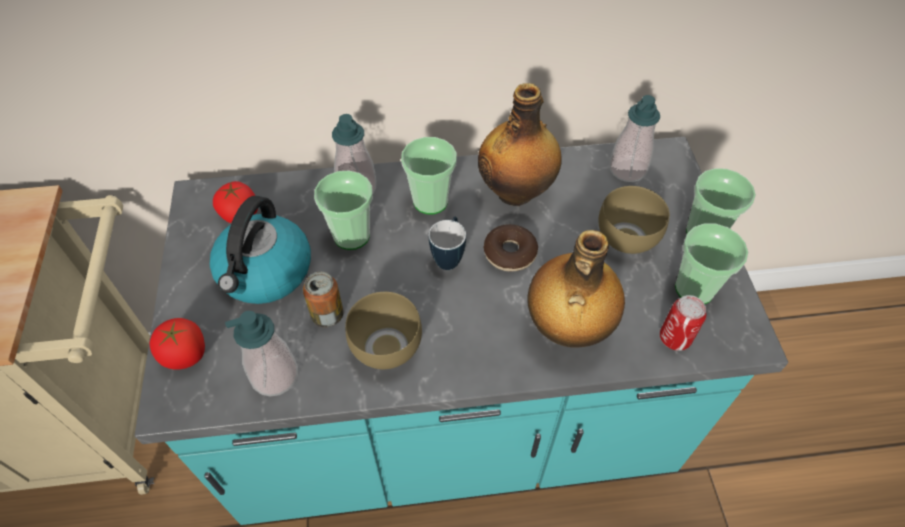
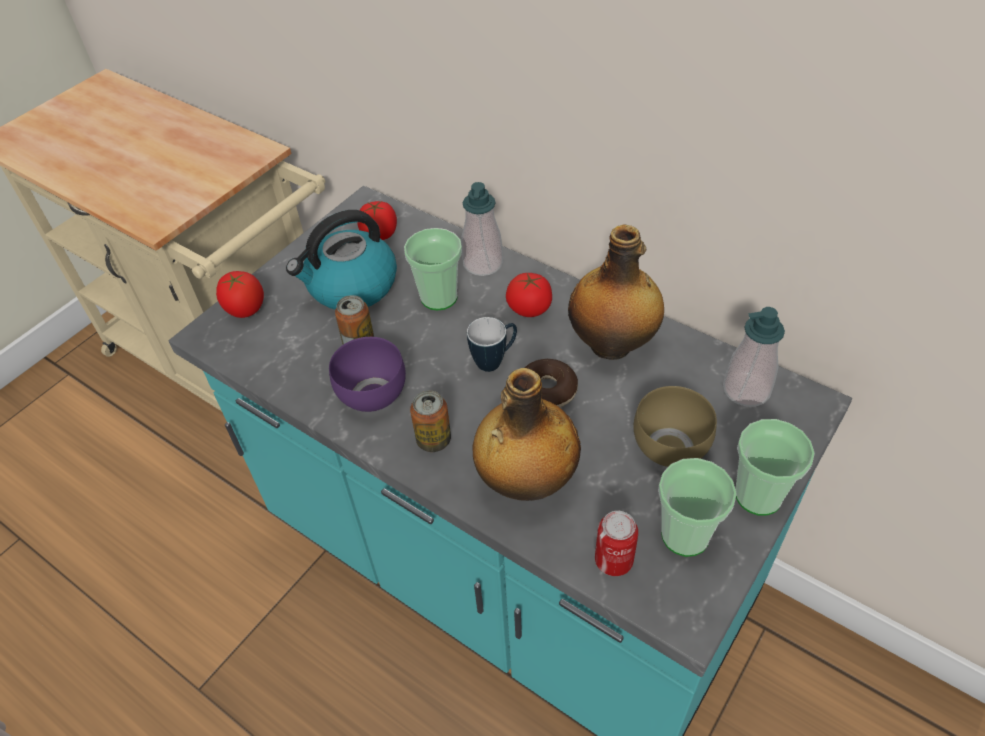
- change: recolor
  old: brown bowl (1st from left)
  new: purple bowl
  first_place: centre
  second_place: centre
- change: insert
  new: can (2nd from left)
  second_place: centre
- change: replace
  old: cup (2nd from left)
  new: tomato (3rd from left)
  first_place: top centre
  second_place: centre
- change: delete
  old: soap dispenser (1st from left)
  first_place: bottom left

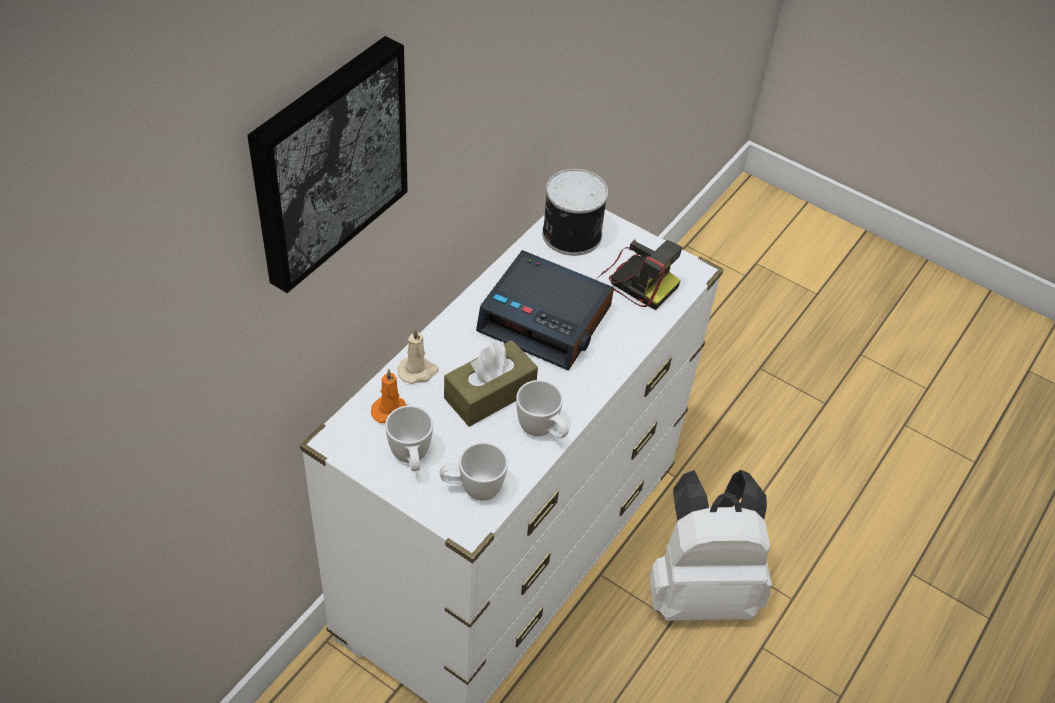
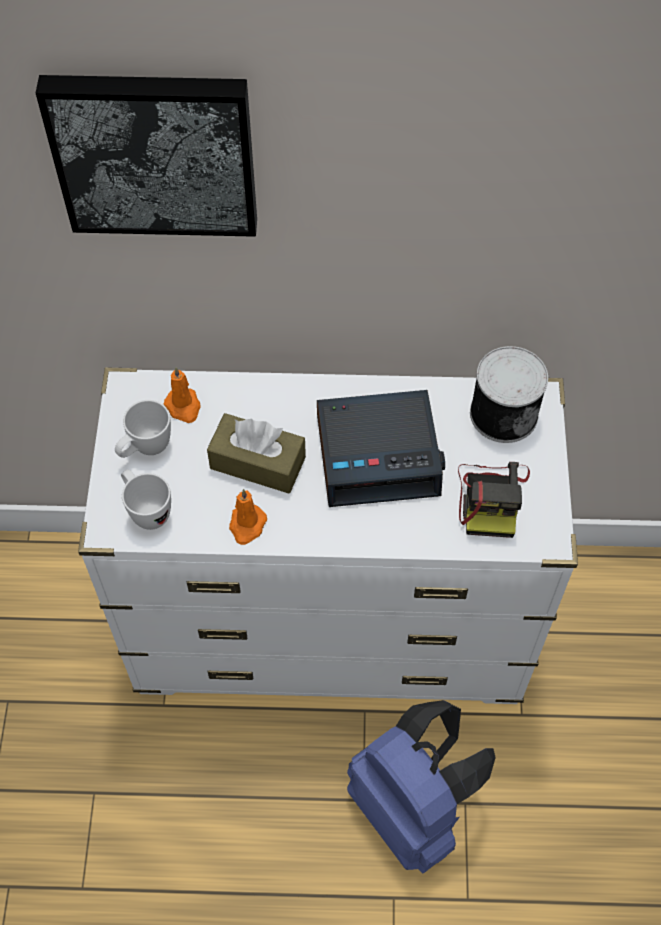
- change: replace
  old: white mug (3rd from left)
  new: orange candle (2nd from left)
  first_place: centre
  second_place: centre
- change: rotate
  old: alarm clock
  first_place: centre
  second_place: centre
  degrees: -90
- change: recolor
  old: white backpack
  new: blue backpack
  first_place: bottom right
  second_place: bottom centre
- change: delete
  old: beige candle
  first_place: centre

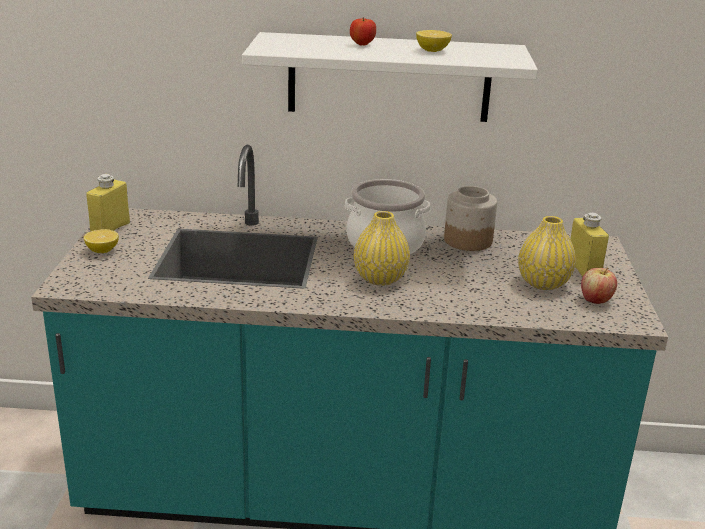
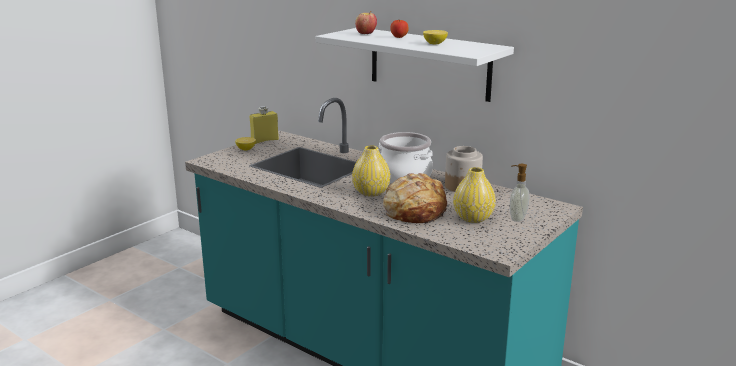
- change: move
  old: apple (2nd from left in the first image)
  new: apple (1st from left)
  first_place: middle right
  second_place: top centre
- change: insert
  new: bread
  second_place: centre
- change: replace
  old: yellow bottle (2nd from left)
  new: soap dispenser
  first_place: middle right
  second_place: middle right

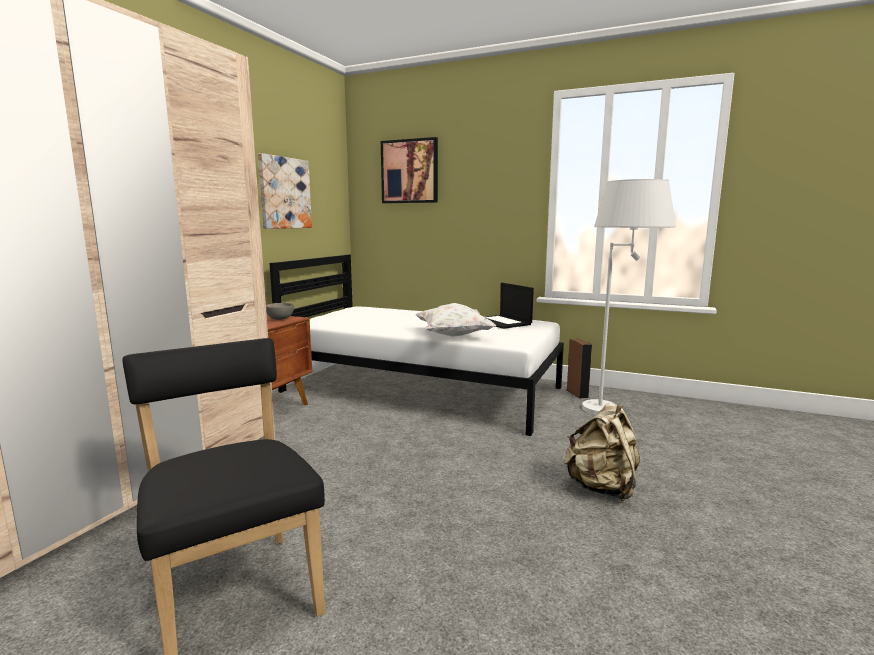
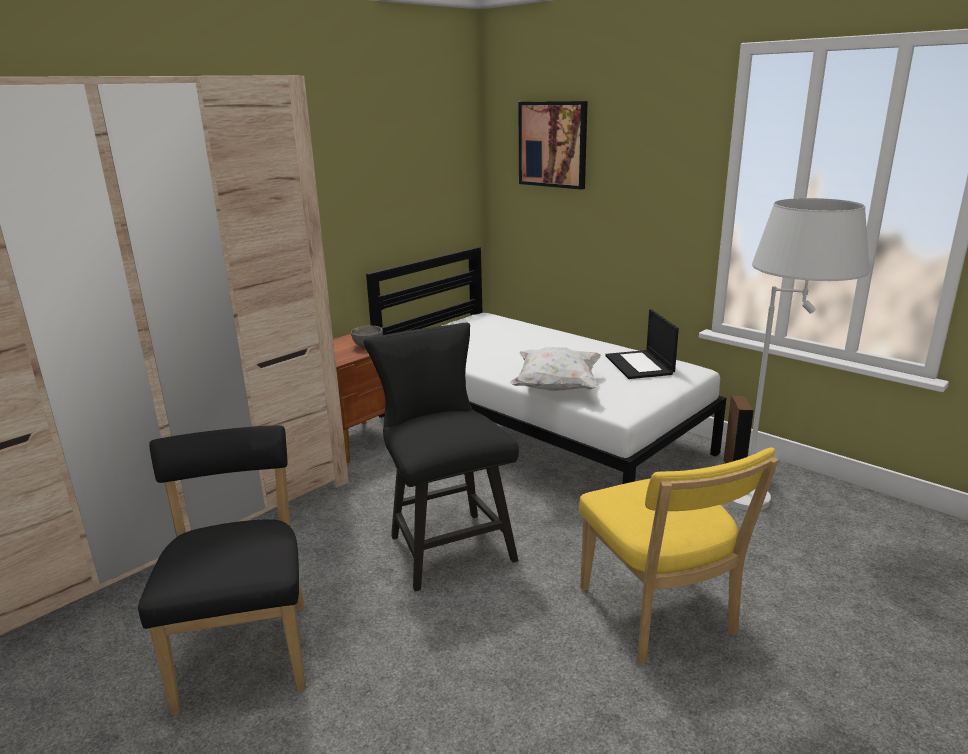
- change: insert
  new: black chair (2nd from left)
  second_place: centre
- change: replace
  old: beige backpack
  new: yellow chair
  first_place: bottom right
  second_place: bottom right
- change: delete
  old: picture (1st from left)
  first_place: top left

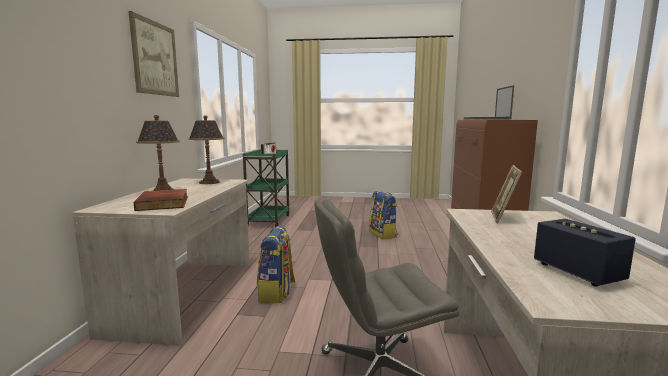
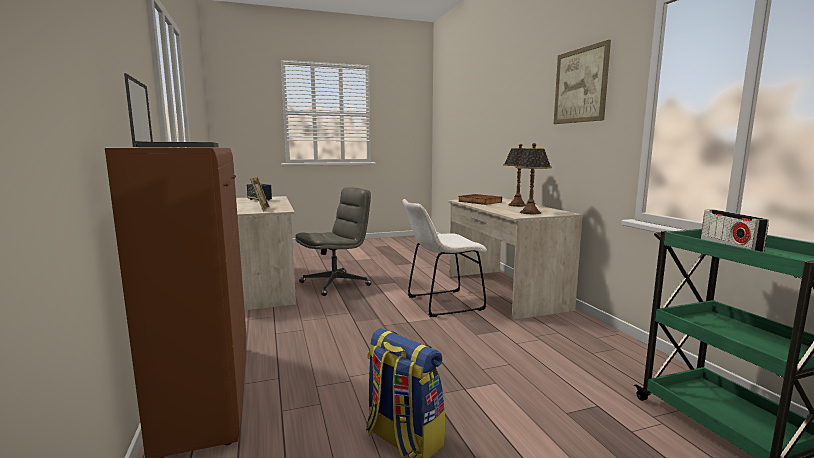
- change: replace
  old: backpack (1st from left)
  new: white chair
  first_place: bottom centre
  second_place: centre

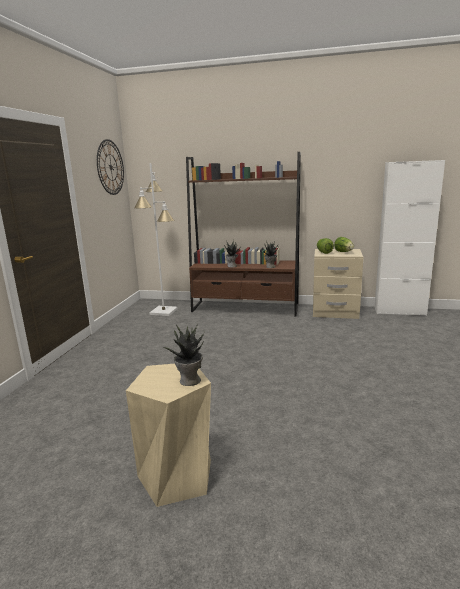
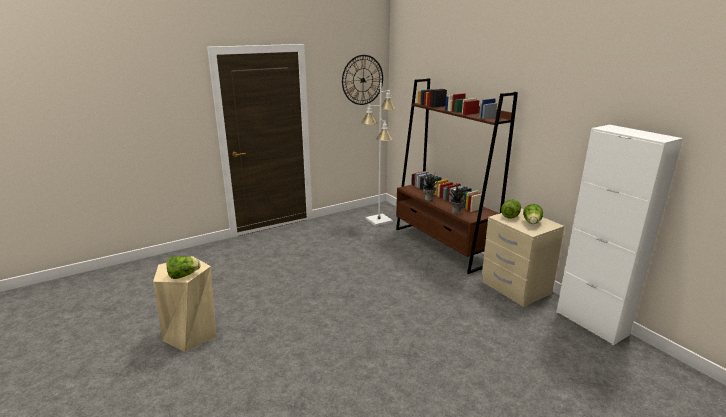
- change: replace
  old: potted plant (1st from left)
  new: lettuce (1st from left)
  first_place: centre
  second_place: middle left

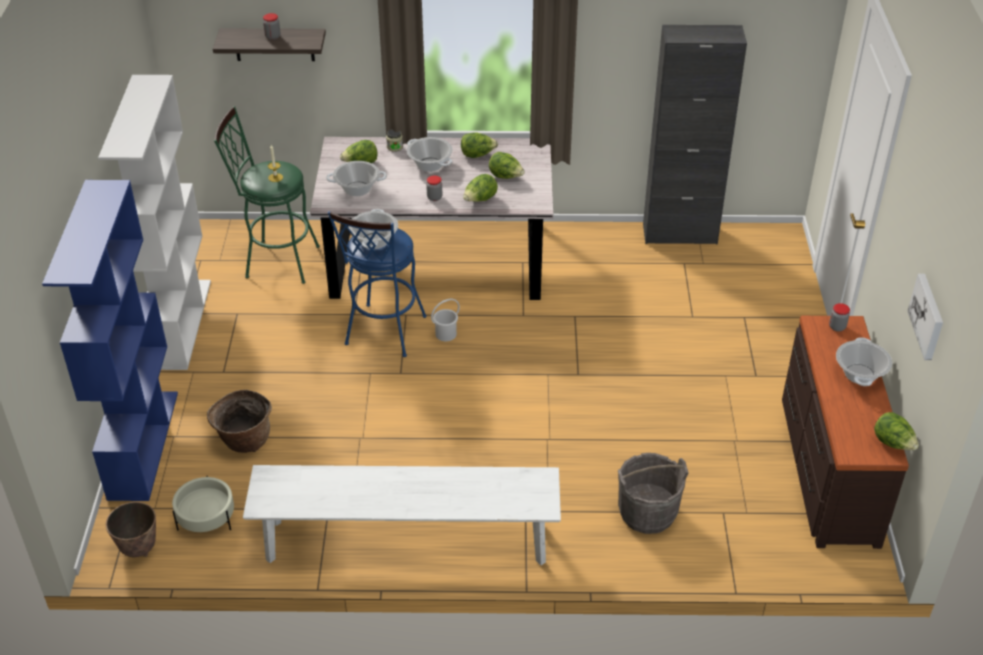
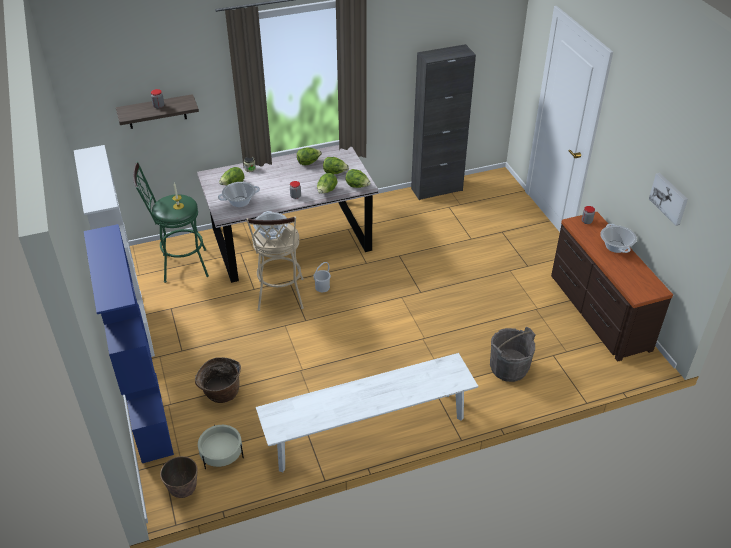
- change: recolor
  old: blue stool
  new: beige stool
  first_place: centre
  second_place: centre
- change: move
  old: lettuce (5th from left)
  first_place: middle right
  second_place: top centre
- change: delete
  old: cooking pot (3rd from left)
  first_place: top centre

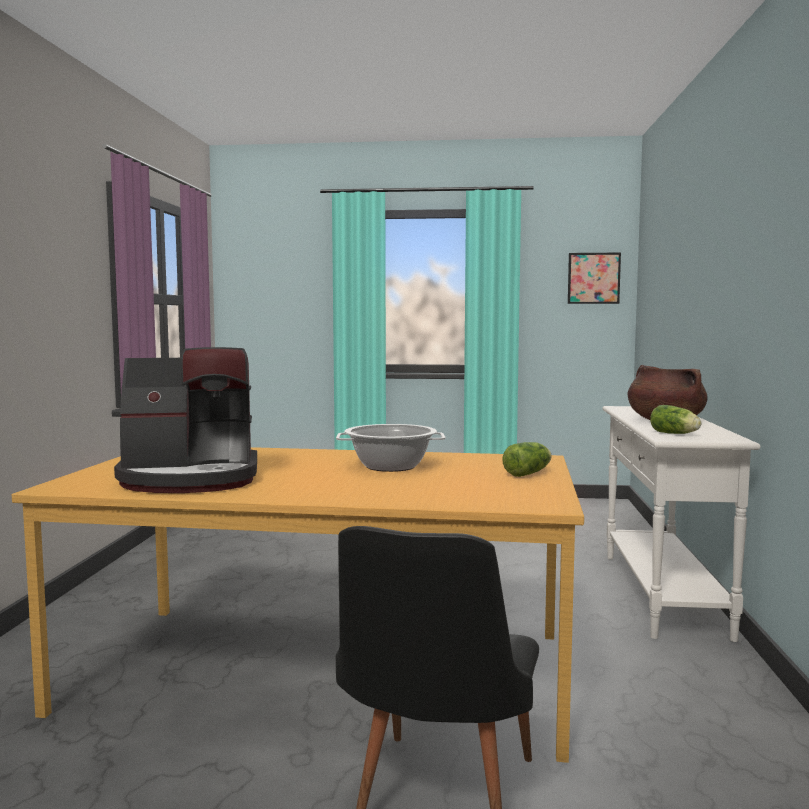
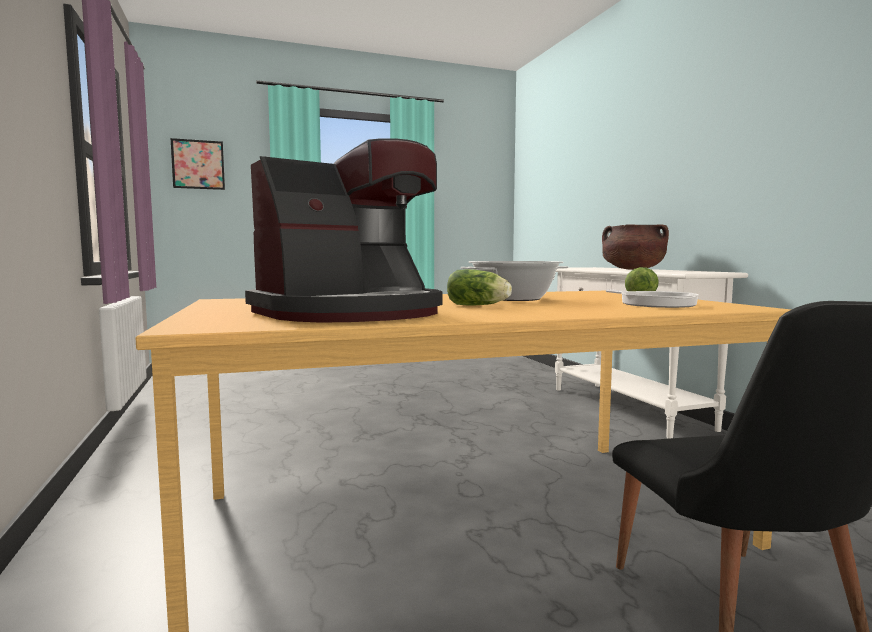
- change: move
  old: picture
  first_place: middle right
  second_place: top left
- change: move
  old: lettuce (2nd from left in the first image)
  new: lettuce (1st from left)
  first_place: middle right
  second_place: centre
- change: insert
  new: frying pan
  second_place: middle right

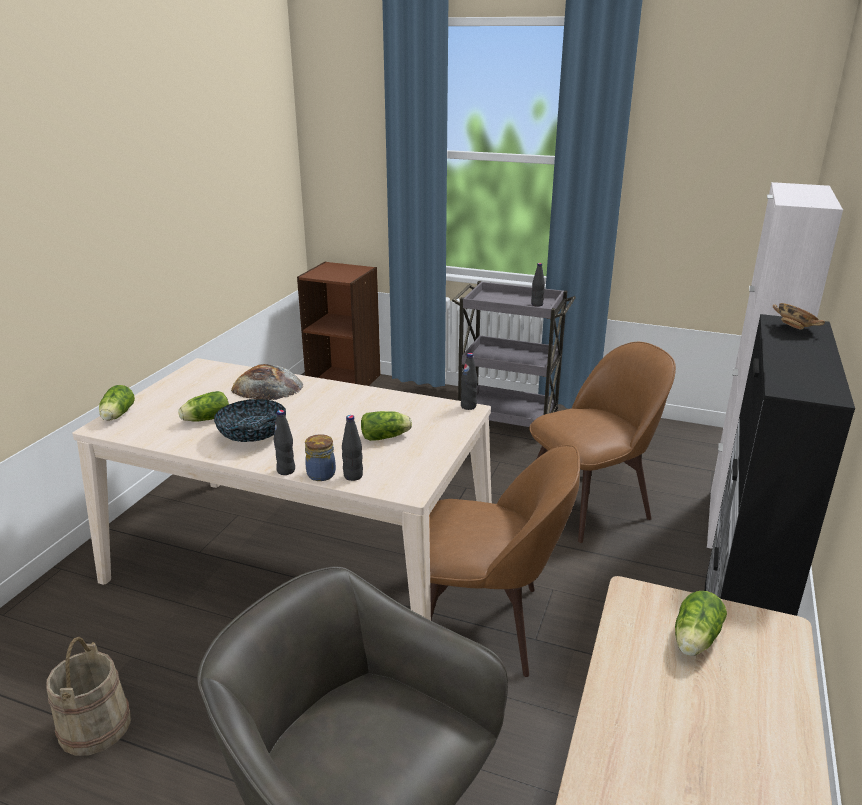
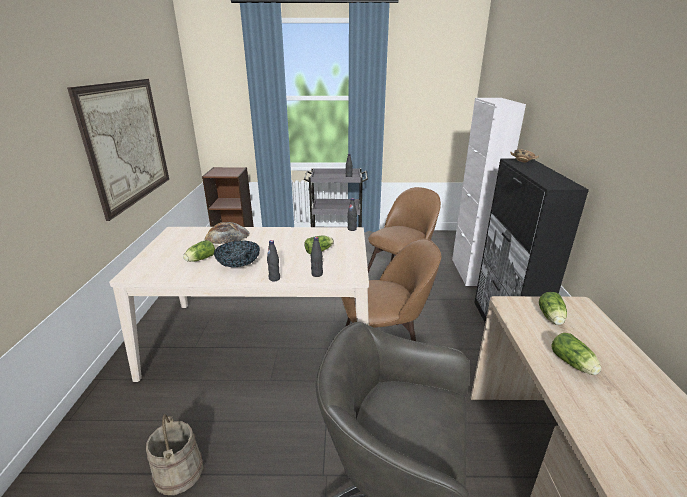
- change: insert
  new: picture
  second_place: top left
- change: move
  old: lettuce (1st from left in the first image)
  new: lettuce (4th from left)
  first_place: middle left
  second_place: bottom right
- change: delete
  old: jar
  first_place: centre

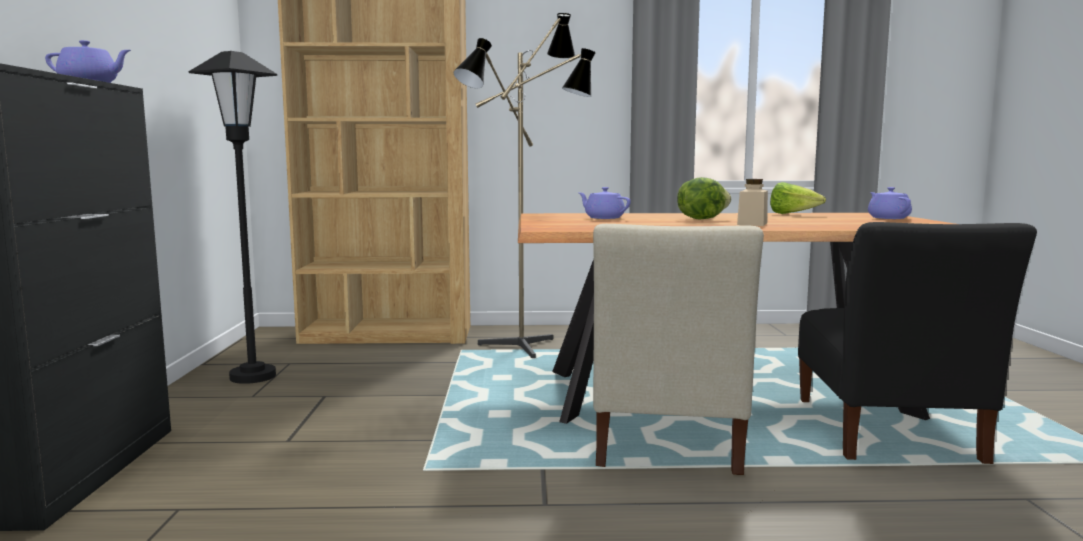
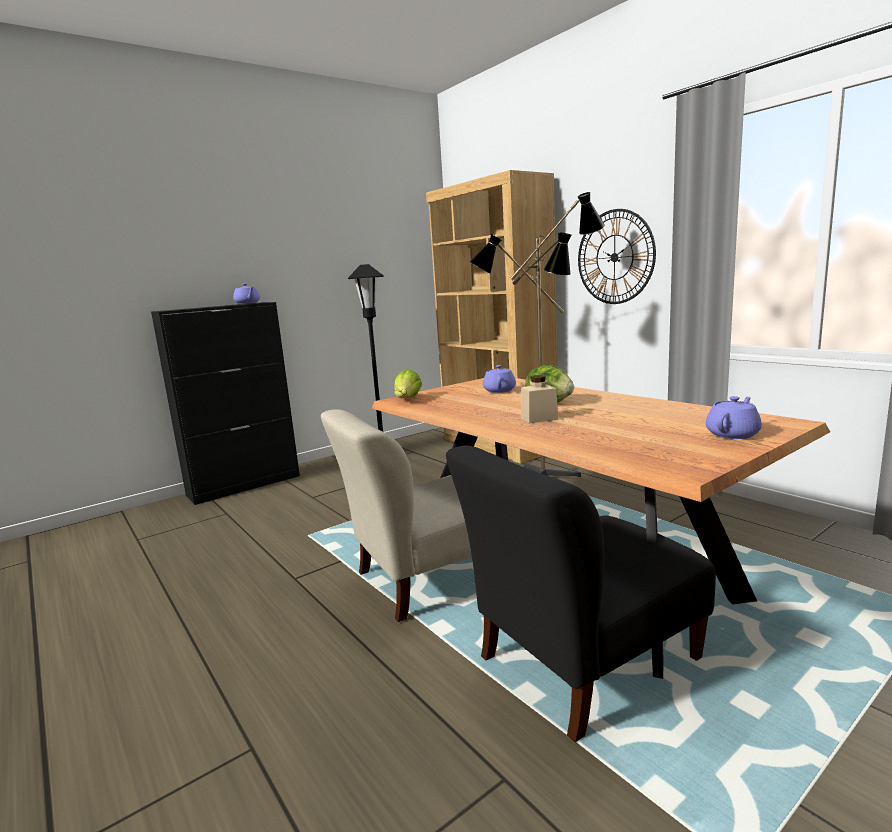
- change: move
  old: lettuce (2nd from left in the first image)
  new: lettuce (1st from left)
  first_place: middle right
  second_place: centre
- change: insert
  new: wall clock
  second_place: top right

